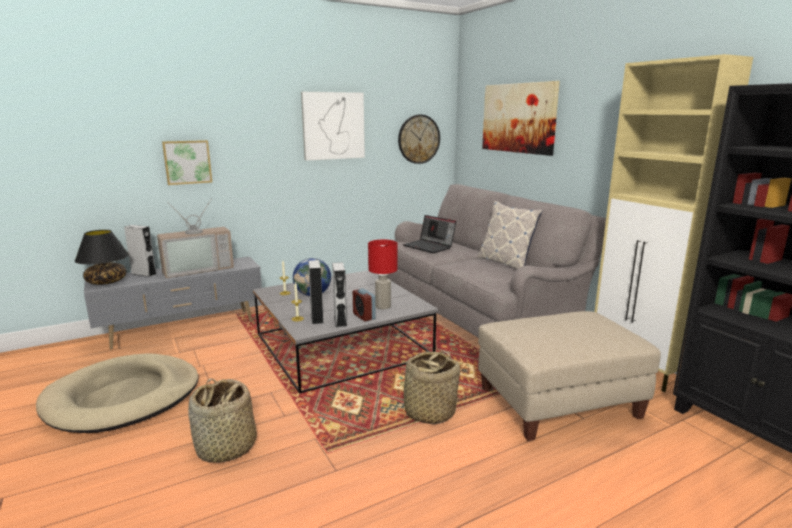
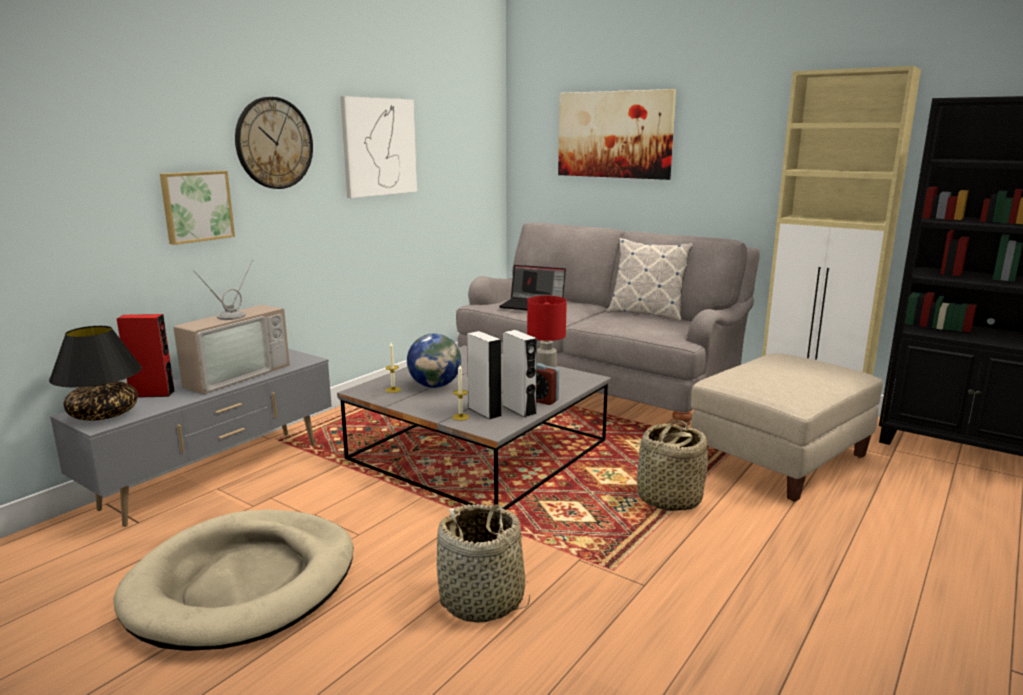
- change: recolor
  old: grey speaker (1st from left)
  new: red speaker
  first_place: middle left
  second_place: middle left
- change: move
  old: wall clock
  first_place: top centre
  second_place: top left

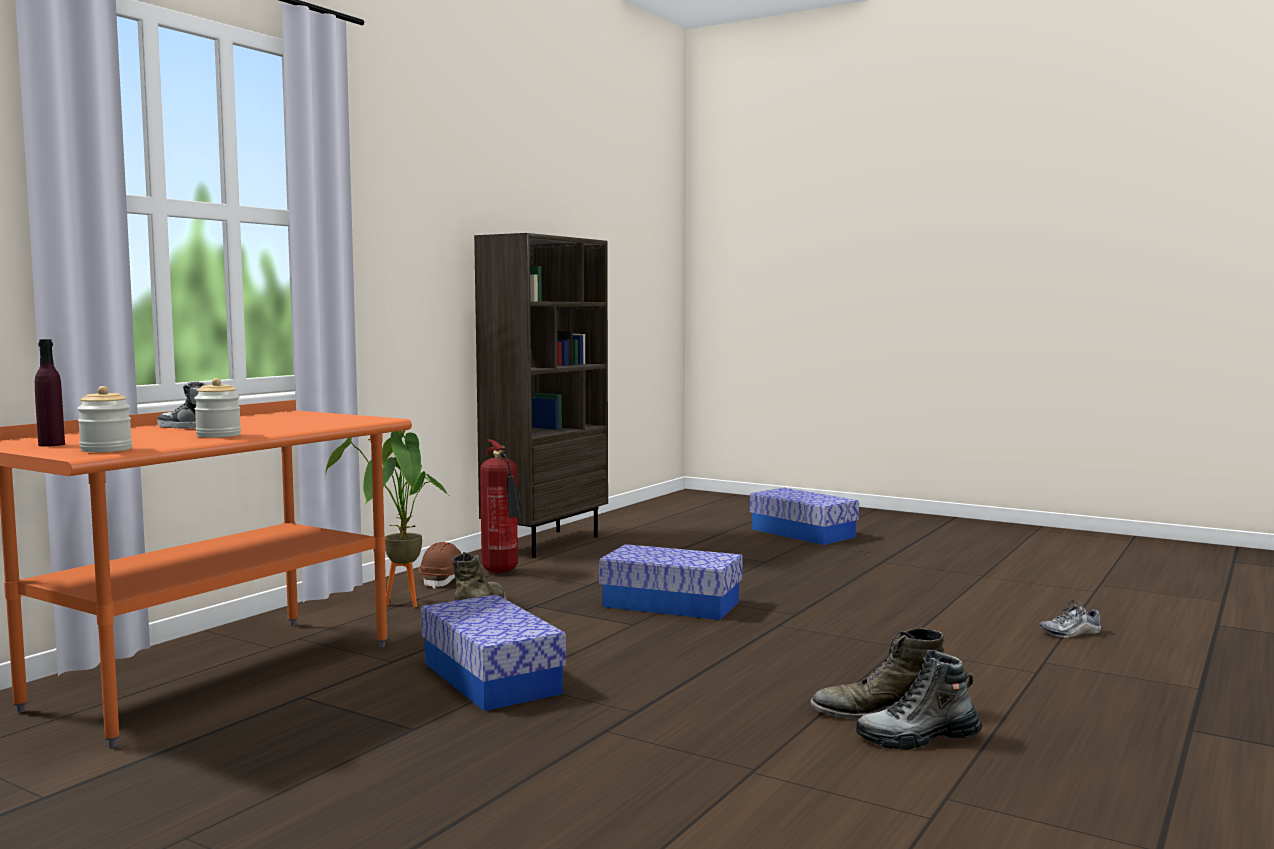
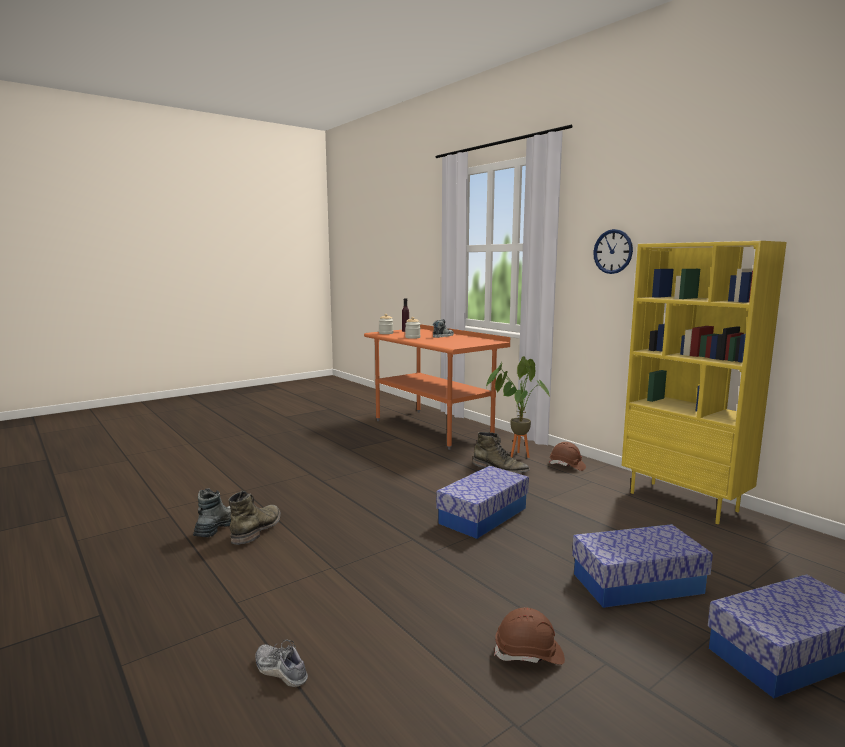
- change: rotate
  old: shoe (2nd from left in the first image)
  first_place: bottom right
  second_place: bottom left
  degrees: -60
- change: insert
  new: brown hard hat (1st from left)
  second_place: bottom centre
- change: move
  old: storage box (1st from left in the first image)
  new: storage box (2nd from left)
  first_place: bottom centre
  second_place: bottom right
- change: insert
  new: wall clock
  second_place: middle right
- change: recolor
  old: brown bookcase
  new: yellow bookcase
  first_place: centre
  second_place: middle right
- change: delete
  old: fire extinguisher
  first_place: centre

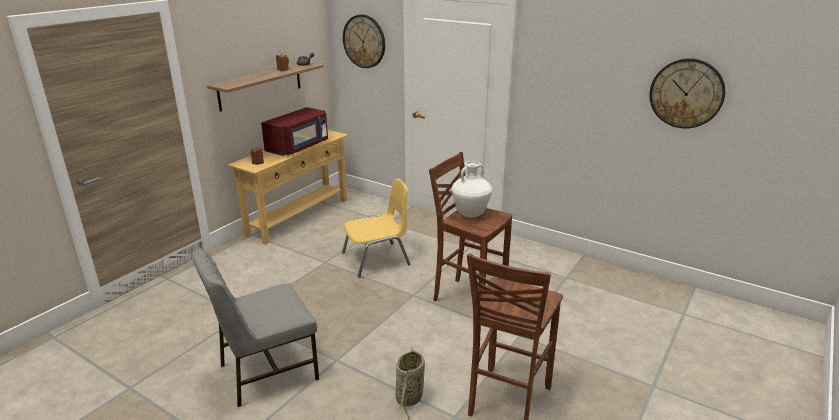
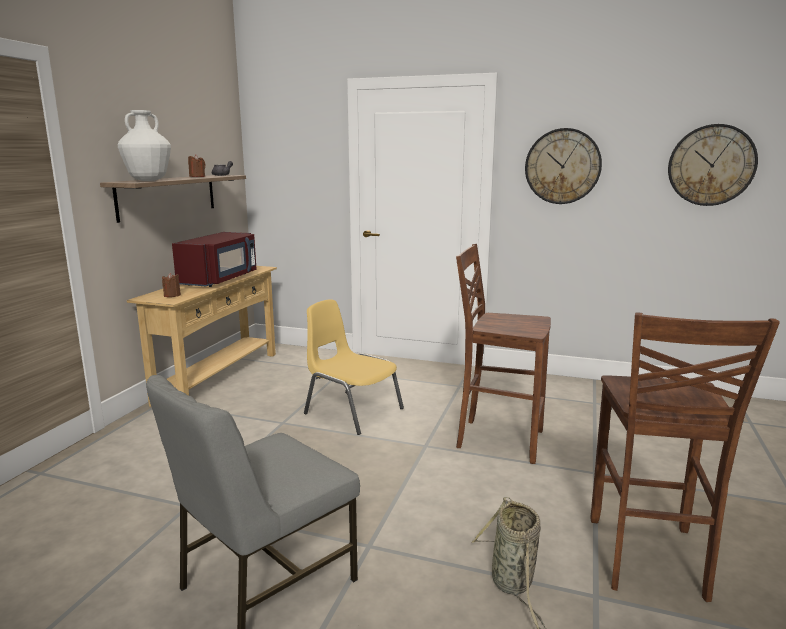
- change: move
  old: white vase
  first_place: centre
  second_place: top left
- change: rotate
  old: yellow chair
  first_place: centre
  second_place: centre
  degrees: -105
- change: move
  old: wall clock (1st from left)
  first_place: top centre
  second_place: top right

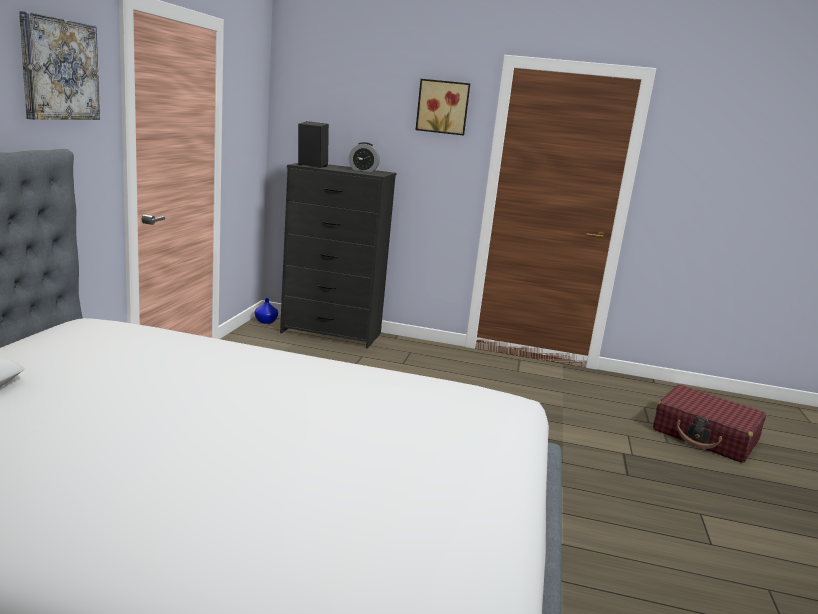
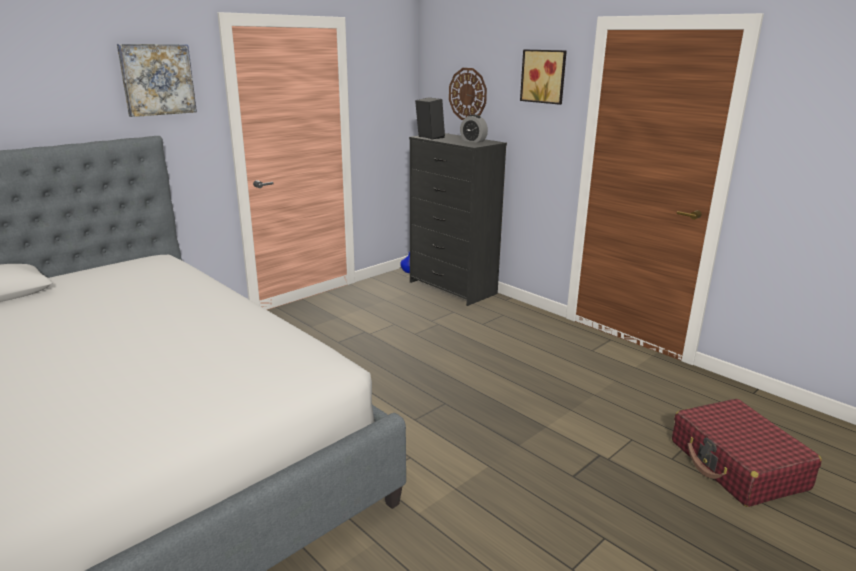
- change: insert
  new: wall clock
  second_place: top centre

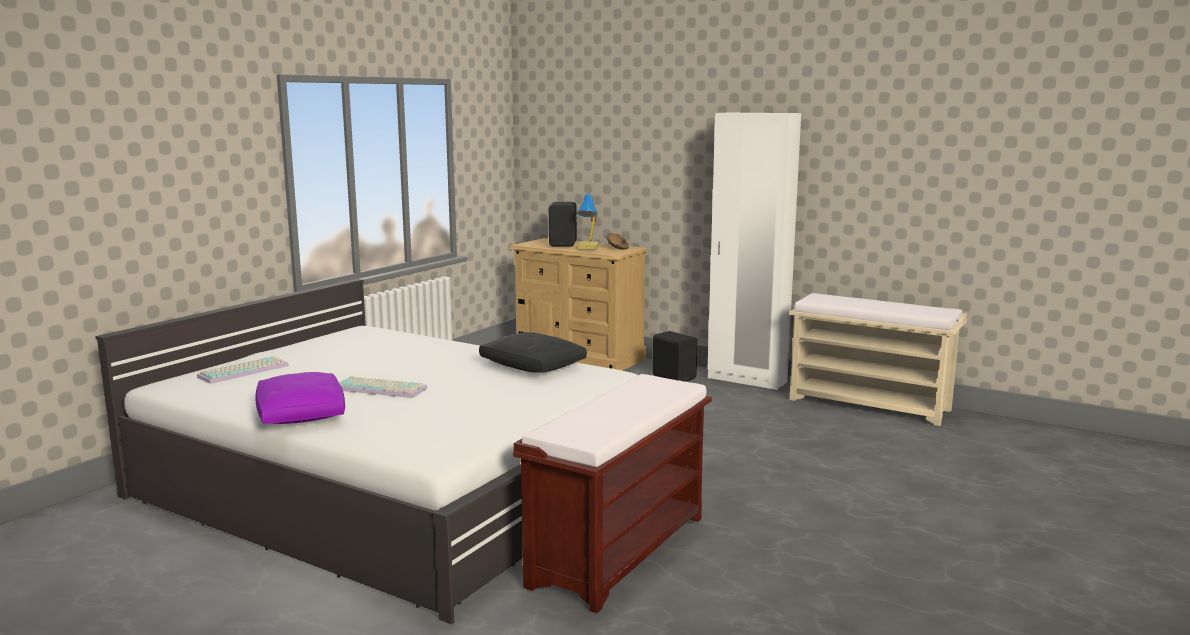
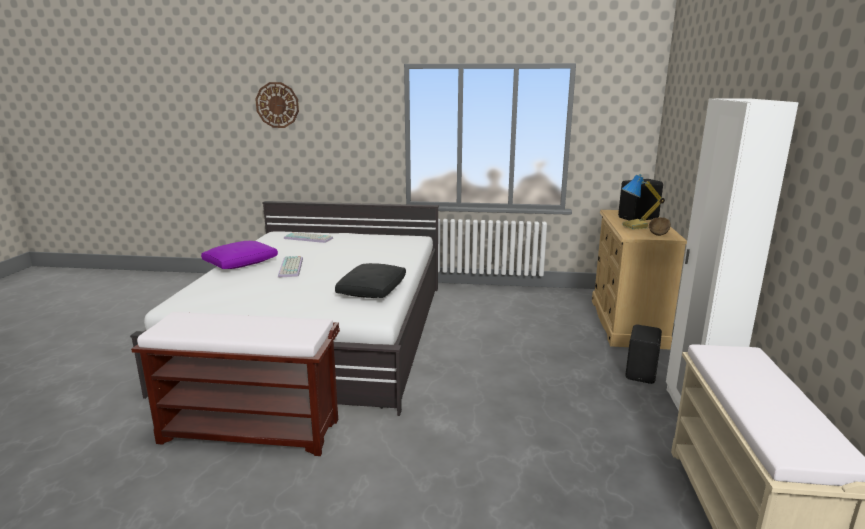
- change: insert
  new: wall clock
  second_place: top left

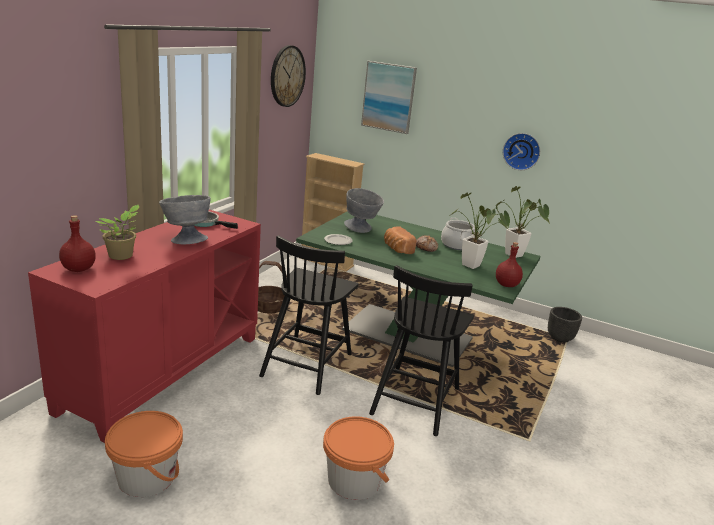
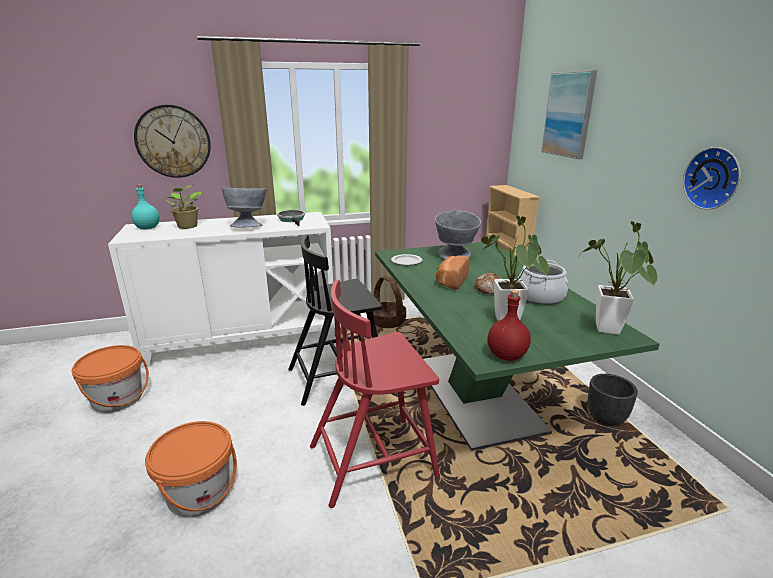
- change: recolor
  old: red cabinet
  new: white cabinet
  first_place: middle left
  second_place: middle left
- change: recolor
  old: red bottle (1st from left)
  new: turquoise bottle
  first_place: middle left
  second_place: middle left
- change: move
  old: wall clock (1st from left)
  first_place: top centre
  second_place: top left
- change: recolor
  old: black chair (2nd from left)
  new: red chair
  first_place: bottom centre
  second_place: bottom centre
- change: move
  old: black planter
  first_place: middle right
  second_place: bottom right

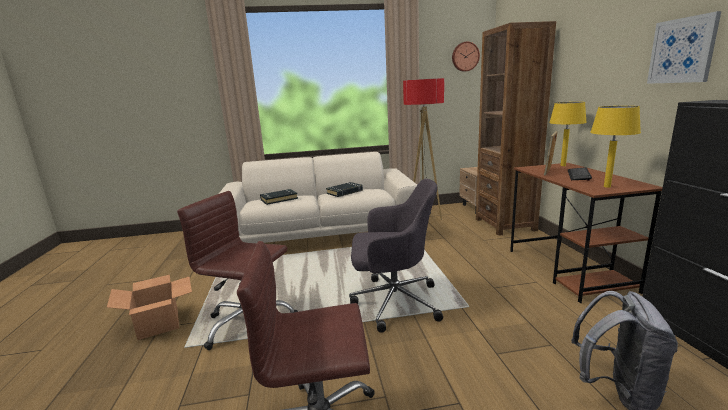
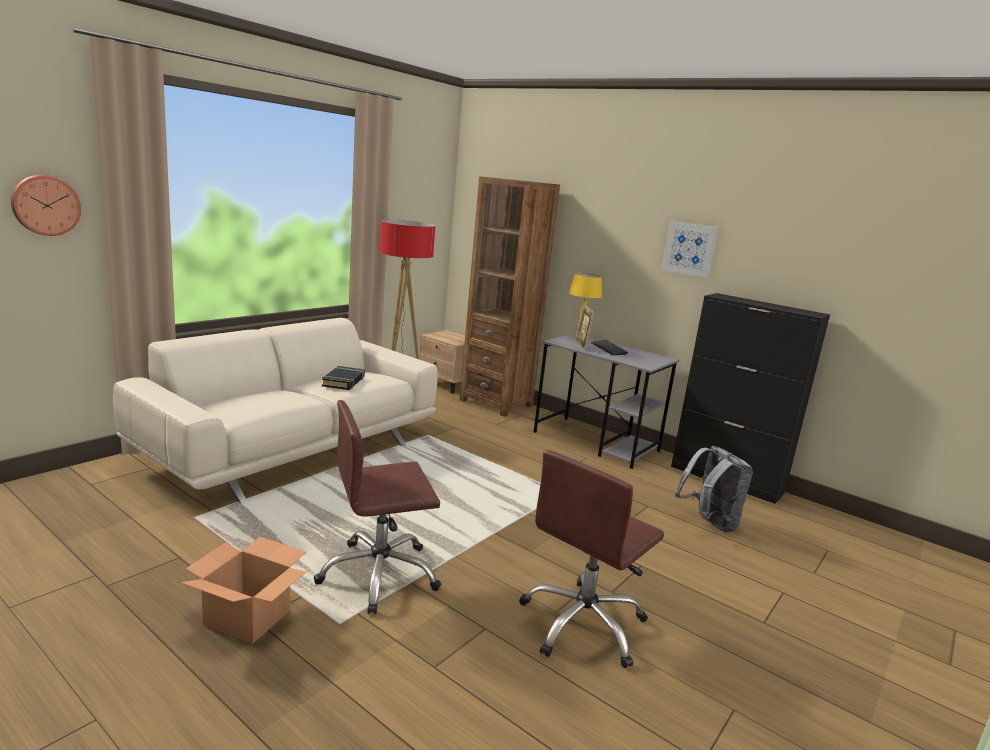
- change: move
  old: wall clock
  first_place: top centre
  second_place: top left
- change: recolor
  old: brown desk
  new: grey desk
  first_place: middle right
  second_place: centre
- change: delete
  old: black book (1st from left)
  first_place: centre
- change: delete
  old: grey office chair
  first_place: centre
- change: delete
  old: yellow table lamp (2nd from left)
  first_place: middle right

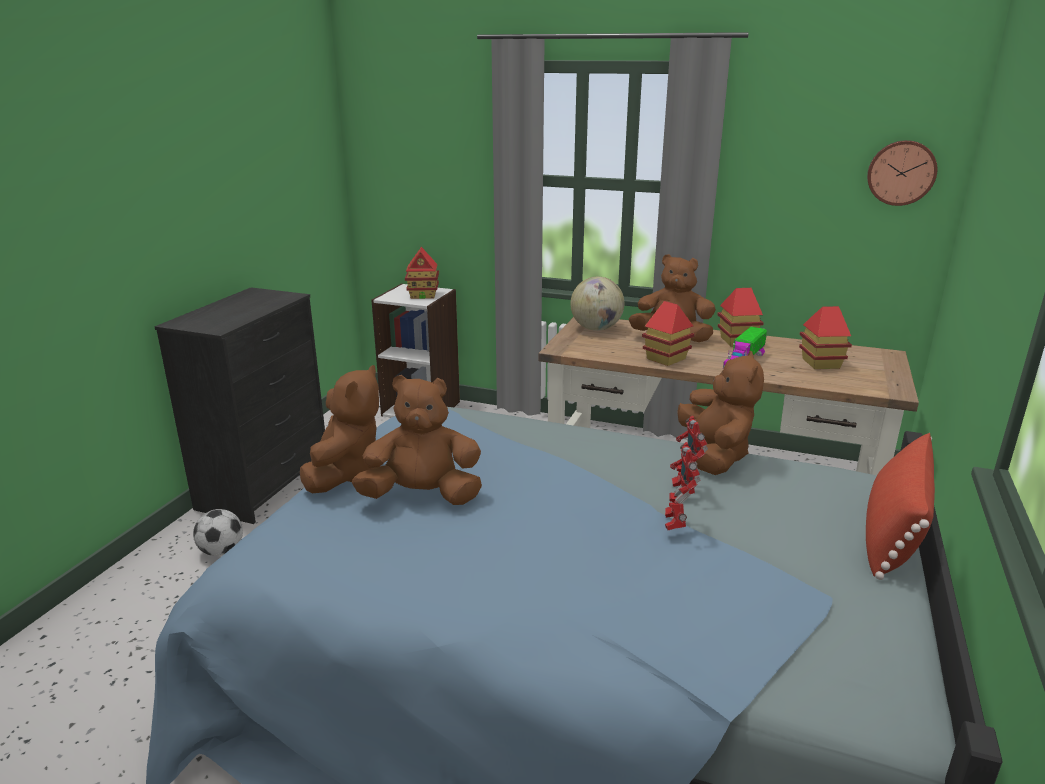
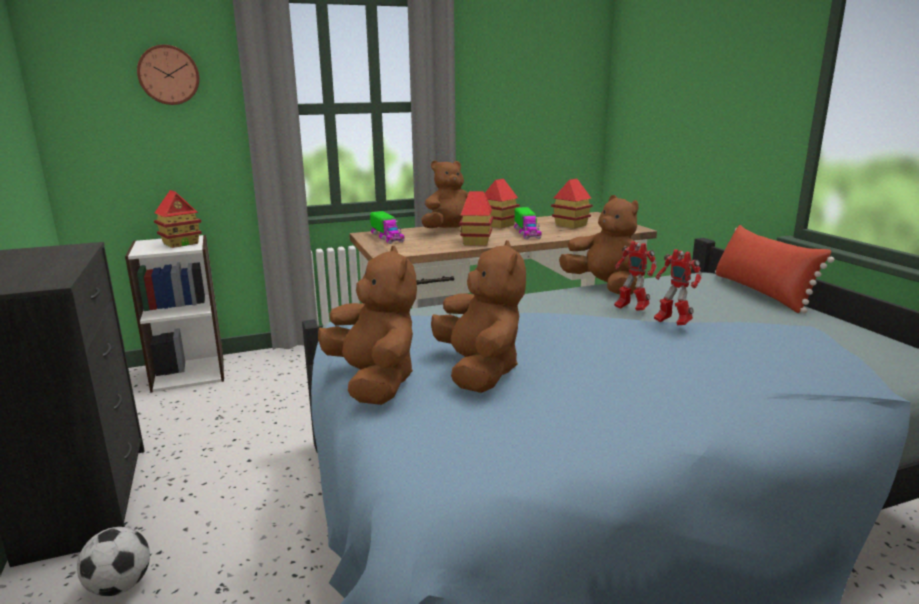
- change: move
  old: wall clock
  first_place: top right
  second_place: top left
- change: replace
  old: globe
  new: toy truck (1st from left)
  first_place: centre
  second_place: centre
- change: rotate
  old: brown plush toy (2nd from left in the first image)
  first_place: centre
  second_place: centre
  degrees: 120

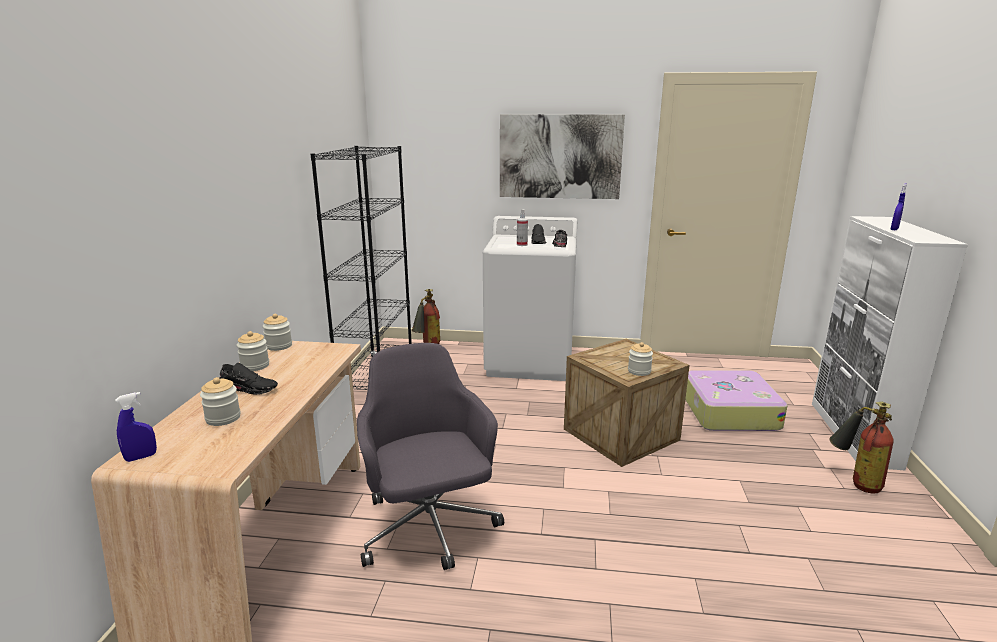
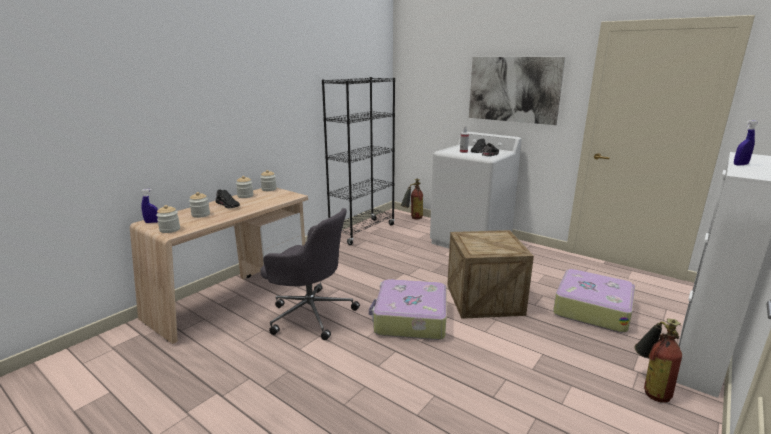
- change: move
  old: jar (4th from left in the first image)
  new: jar (1st from left)
  first_place: centre
  second_place: middle left
- change: rotate
  old: grey office chair
  first_place: bottom centre
  second_place: centre
  degrees: 105
- change: insert
  new: suitcase (1st from left)
  second_place: bottom centre

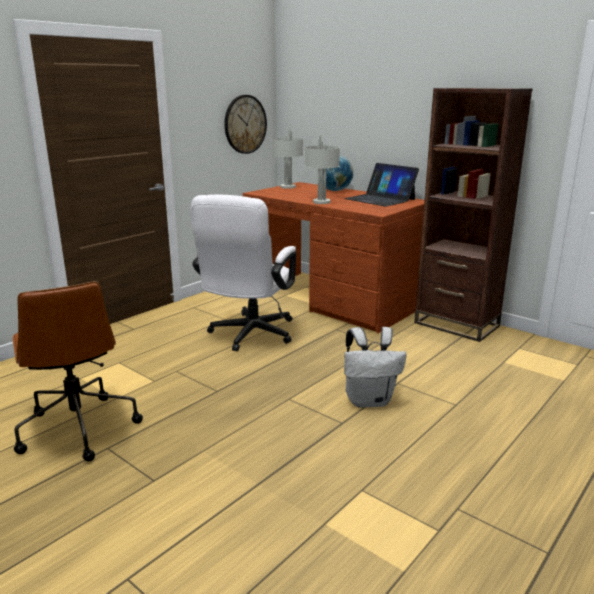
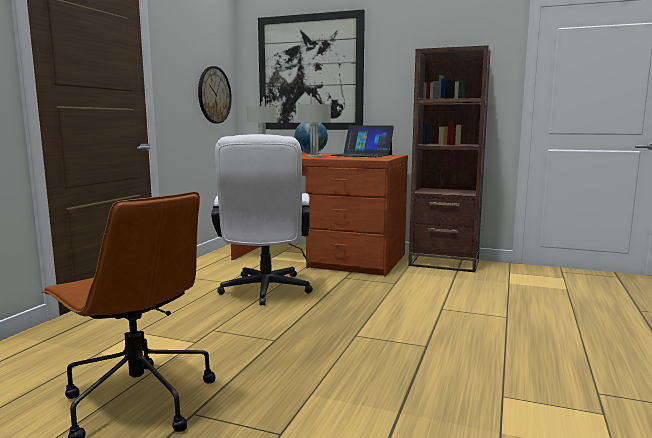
- change: insert
  new: picture
  second_place: top centre
- change: delete
  old: white backpack
  first_place: centre

